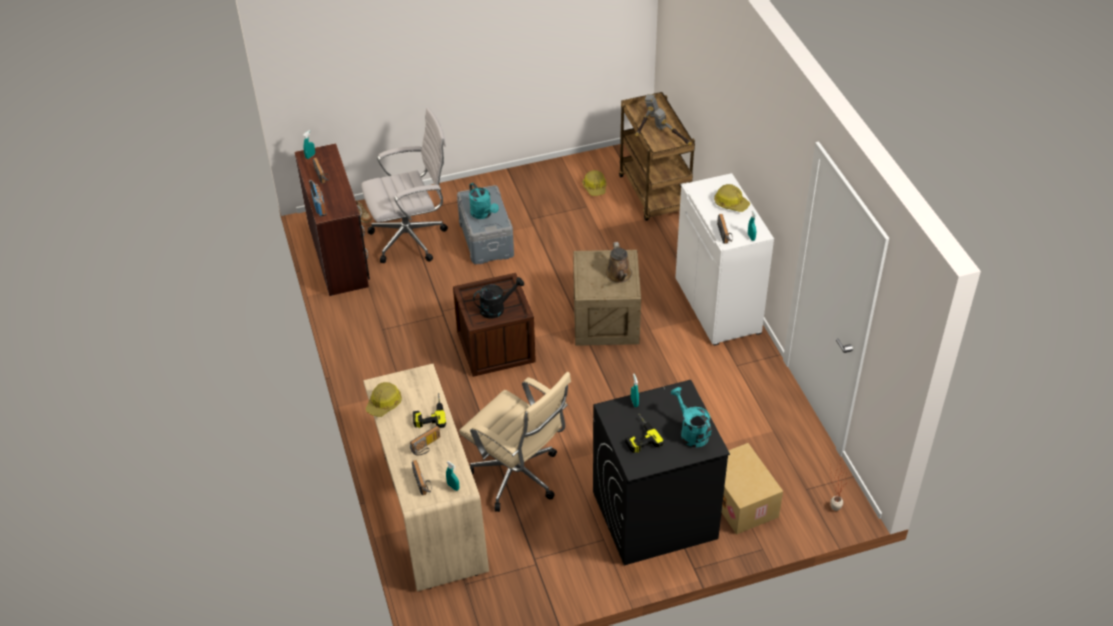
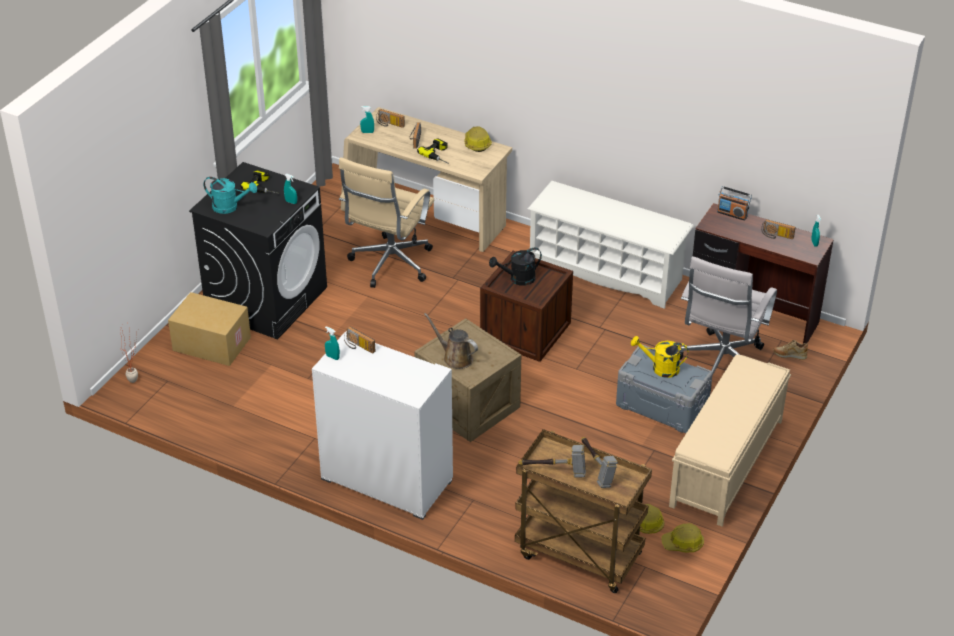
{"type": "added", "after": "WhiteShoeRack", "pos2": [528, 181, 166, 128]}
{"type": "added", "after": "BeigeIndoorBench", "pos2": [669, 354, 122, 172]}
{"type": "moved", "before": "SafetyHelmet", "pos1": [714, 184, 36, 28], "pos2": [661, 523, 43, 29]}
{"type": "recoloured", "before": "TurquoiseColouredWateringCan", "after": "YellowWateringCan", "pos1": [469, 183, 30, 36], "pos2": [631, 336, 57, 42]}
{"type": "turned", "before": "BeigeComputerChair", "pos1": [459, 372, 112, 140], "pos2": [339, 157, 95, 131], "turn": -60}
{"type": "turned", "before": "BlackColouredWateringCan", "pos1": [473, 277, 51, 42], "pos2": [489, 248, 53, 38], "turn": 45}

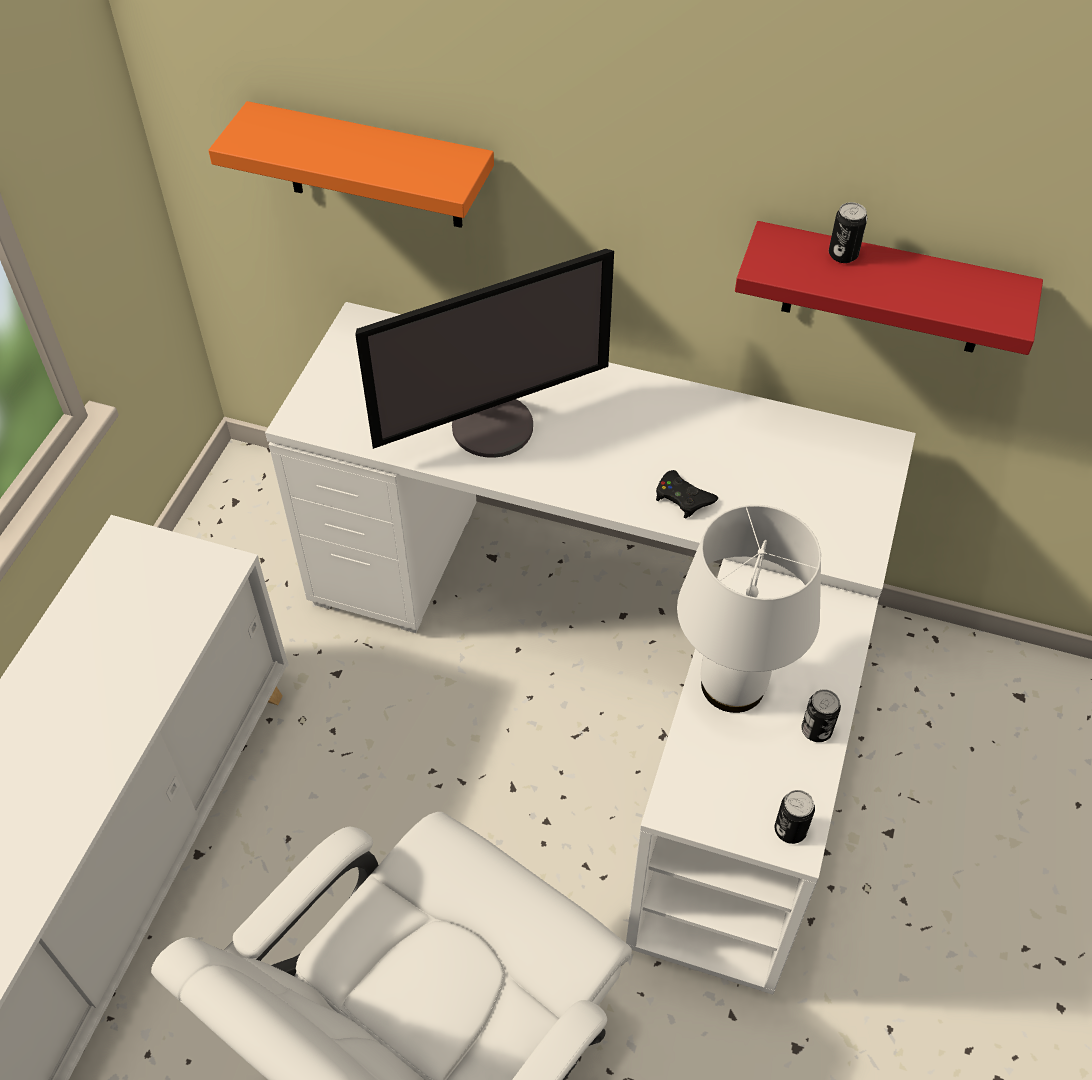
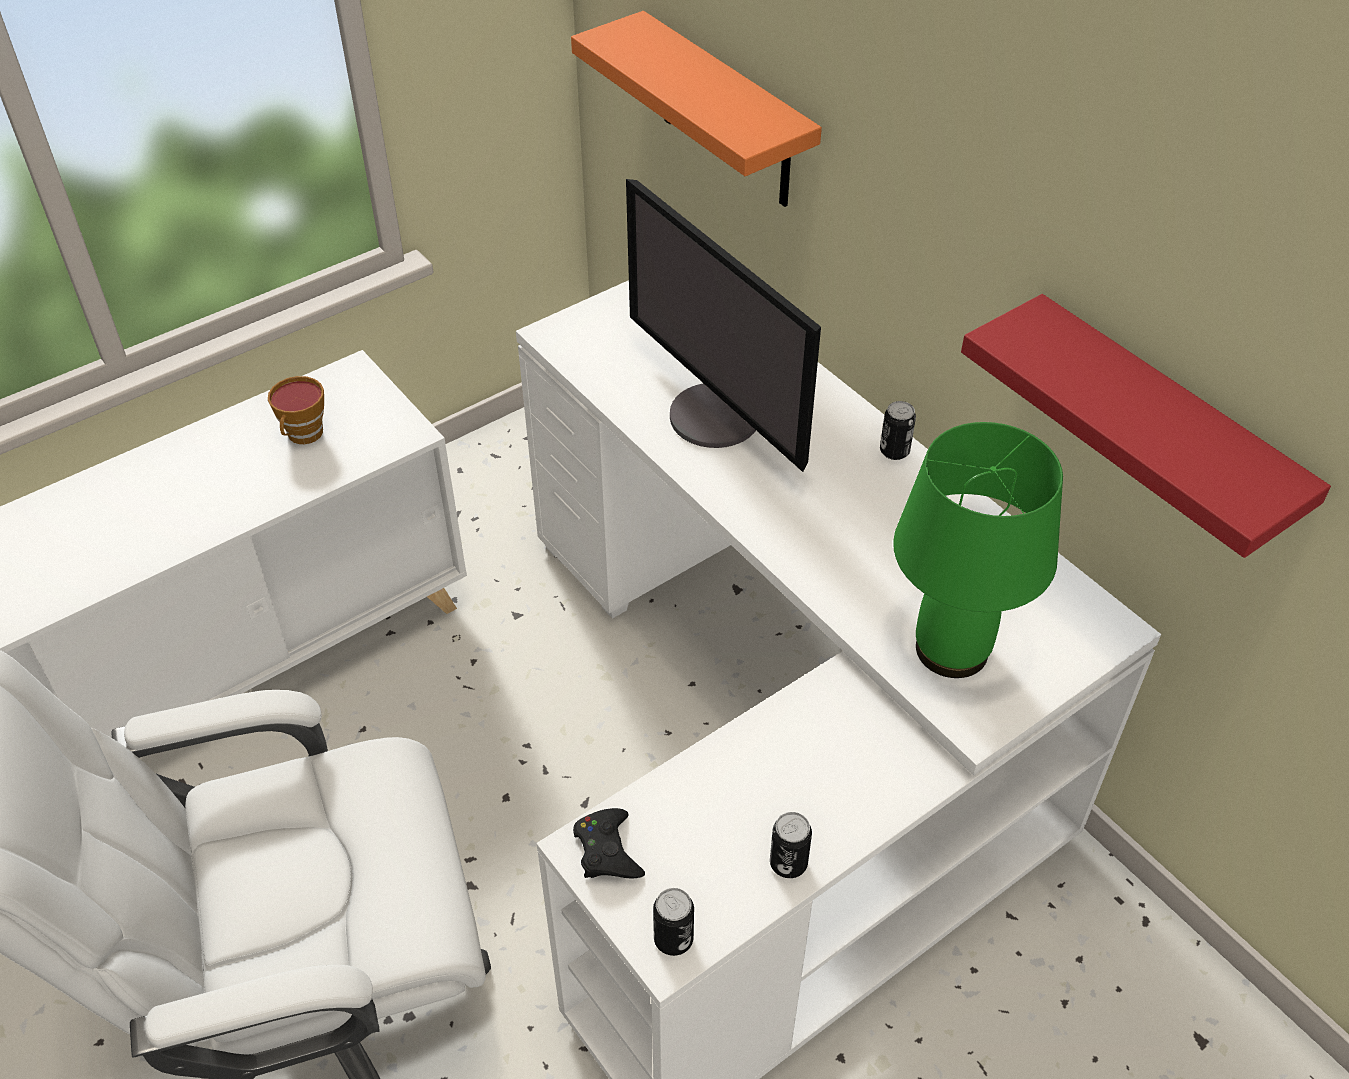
{"type": "removed", "before": "WhiteTableLamp", "pos1": [677, 505, 144, 208]}
{"type": "added", "after": "DrinkingCup", "pos2": [268, 376, 56, 68]}
{"type": "added", "after": "GreenTableLamp", "pos2": [893, 422, 170, 256]}
{"type": "moved", "before": "BlackColouredGamepad", "pos1": [656, 470, 62, 49], "pos2": [573, 808, 72, 70]}
{"type": "moved", "before": "Can", "pos1": [829, 202, 38, 61], "pos2": [880, 401, 36, 59]}
{"type": "turned", "before": "Monitor", "pos1": [355, 249, 259, 209], "pos2": [626, 179, 195, 293], "turn": 45}

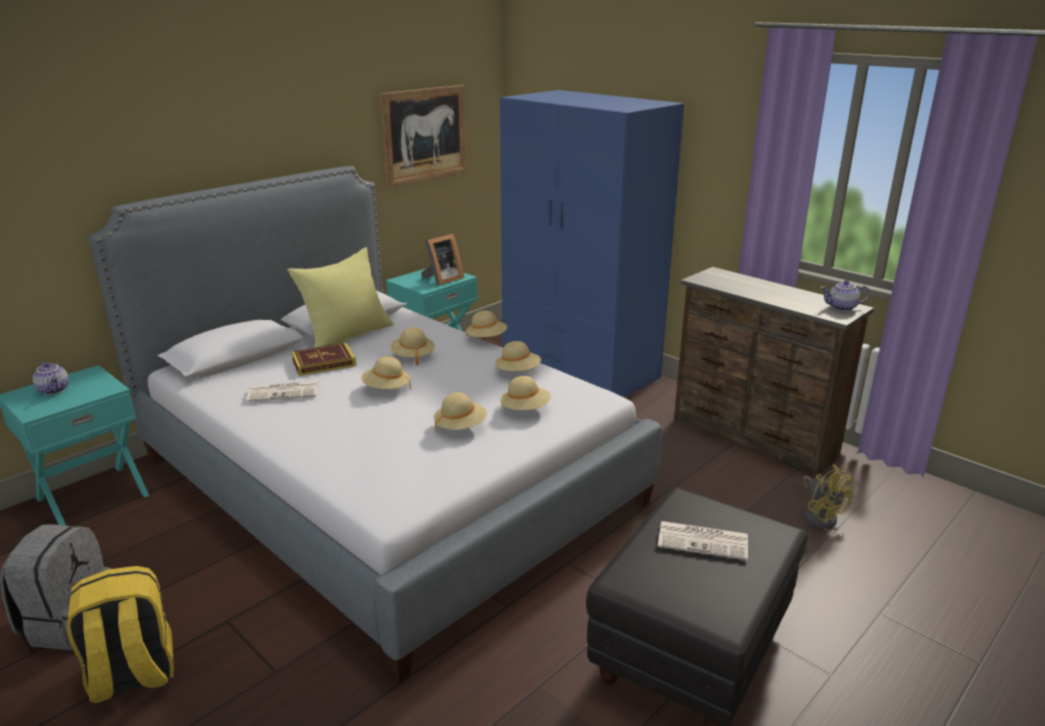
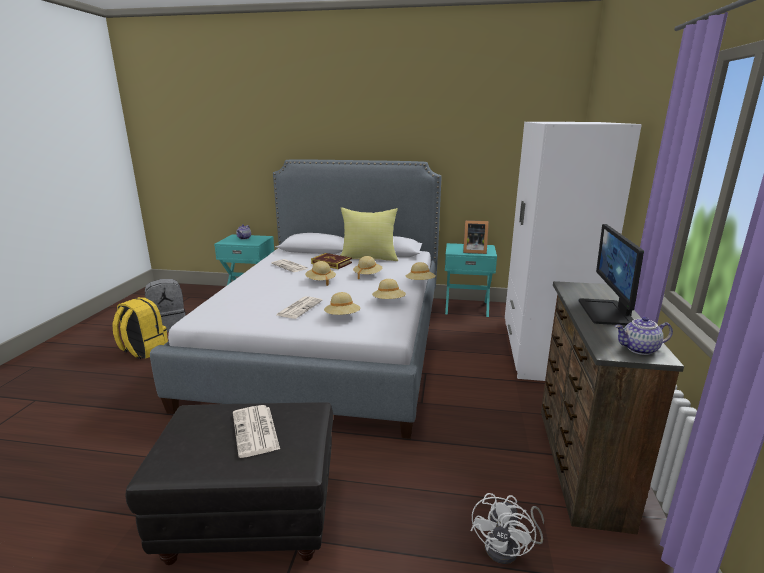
{"type": "removed", "before": "WallPicture", "pos1": [380, 85, 87, 103]}
{"type": "added", "after": "Monitor", "pos2": [579, 224, 65, 101]}
{"type": "replaced", "before": "BeigeWearableHat", "after": "DailyPaper", "pos1": [434, 392, 53, 40], "pos2": [276, 296, 46, 23]}
{"type": "recoloured", "before": "BluishArmoire", "after": "WhiteArmoire", "pos1": [500, 90, 184, 307], "pos2": [505, 122, 137, 259]}
{"type": "recoloured", "before": "YellowElectricFan", "after": "WhiteElectricFan", "pos1": [803, 464, 53, 64], "pos2": [471, 493, 73, 71]}
{"type": "turned", "before": "PotForTea", "pos1": [821, 280, 49, 31], "pos2": [615, 317, 58, 38], "turn": -60}

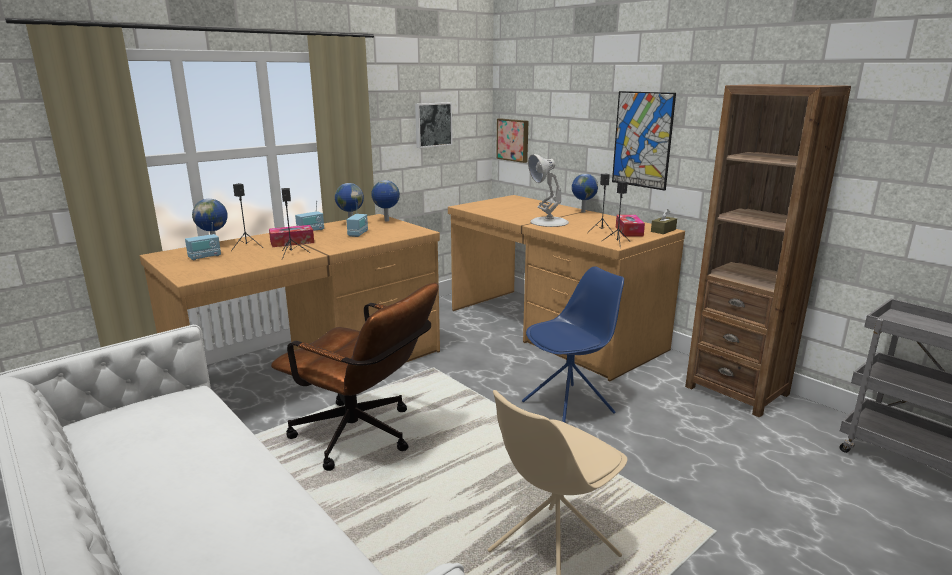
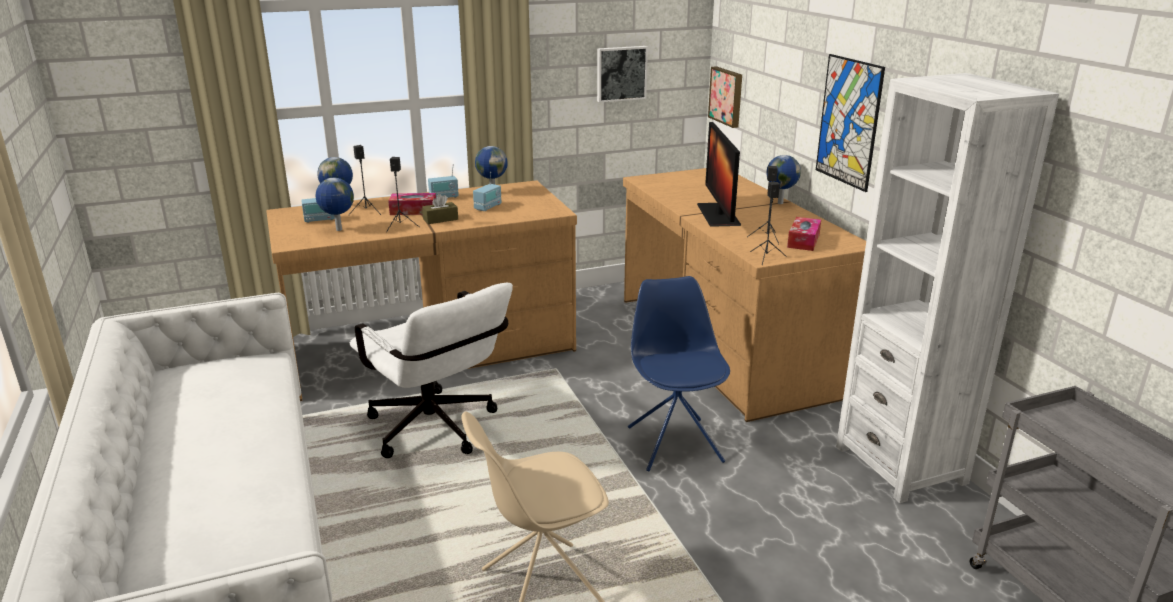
{"type": "moved", "before": "WorldGlobe", "pos1": [371, 180, 29, 41], "pos2": [316, 178, 38, 53]}
{"type": "moved", "before": "BrownishBoxOfTissues", "pos1": [651, 209, 26, 25], "pos2": [422, 194, 36, 30]}
{"type": "replaced", "before": "WhiteTableLamp", "after": "Monitor", "pos1": [528, 154, 41, 73], "pos2": [697, 122, 44, 105]}
{"type": "recoloured", "before": "BrownishComputerChair", "after": "WhiteComputerChair", "pos1": [271, 283, 167, 188], "pos2": [350, 282, 163, 176]}
{"type": "recoloured", "before": "BrownishBookshelf", "after": "WhiteBookshelf", "pos1": [685, 84, 166, 334], "pos2": [836, 73, 223, 430]}
{"type": "turned", "before": "BluishUprightChair", "pos1": [522, 266, 102, 157], "pos2": [628, 276, 102, 195], "turn": -90}

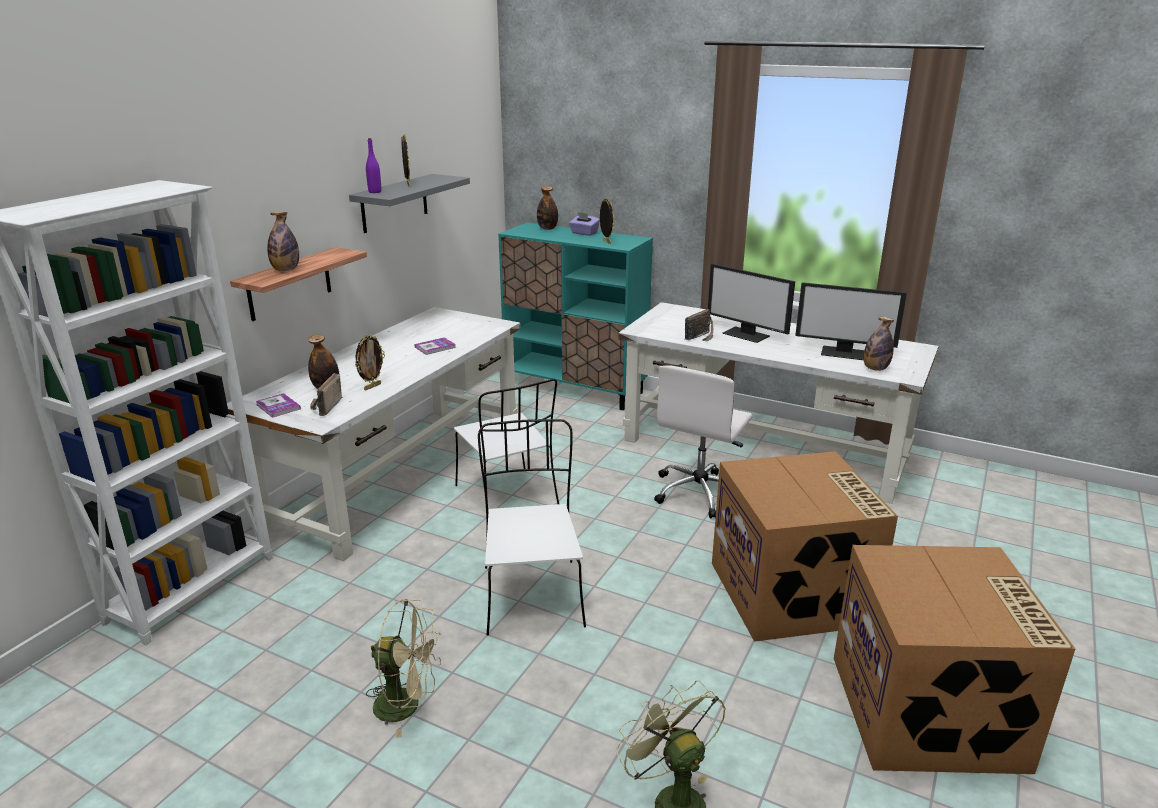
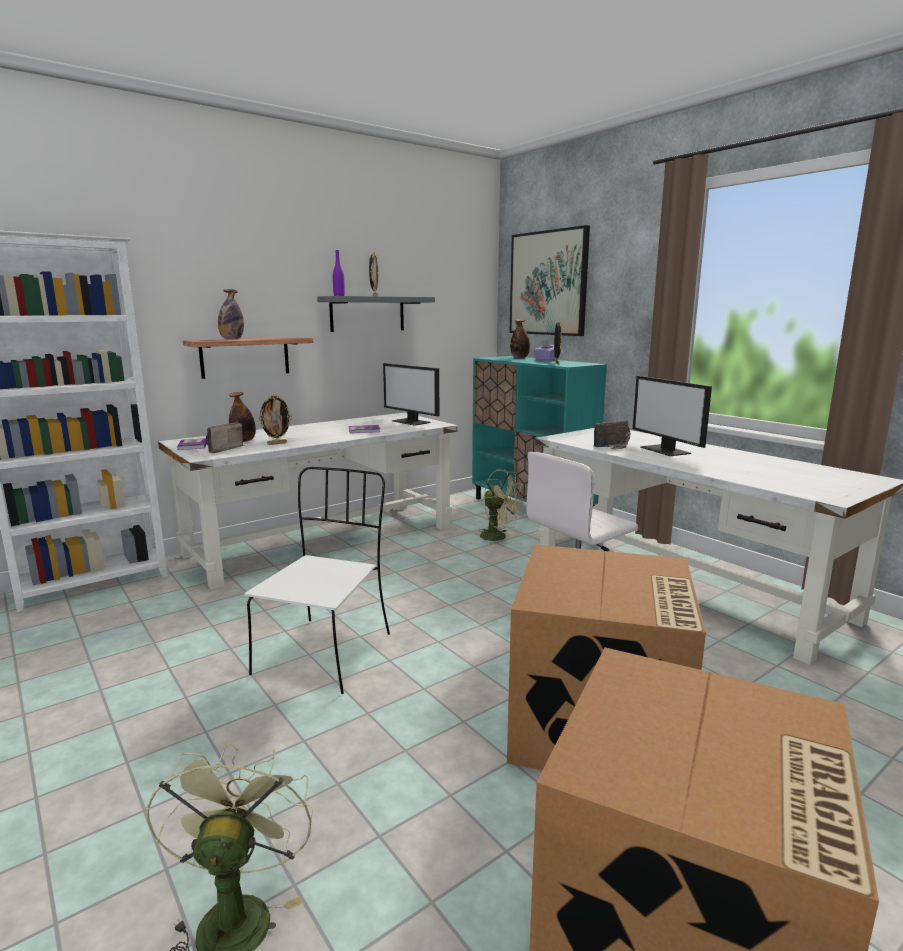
{"type": "removed", "before": "WhiteUprightChair", "pos1": [454, 379, 105, 125]}
{"type": "removed", "before": "BeverageBottle", "pos1": [863, 317, 31, 54]}
{"type": "added", "after": "WallPicture", "pos2": [510, 225, 80, 111]}
{"type": "moved", "before": "BeigeElectricFan", "pos1": [366, 599, 75, 139], "pos2": [478, 469, 47, 76]}
{"type": "moved", "before": "Monitor", "pos1": [795, 282, 112, 78], "pos2": [383, 363, 56, 63]}

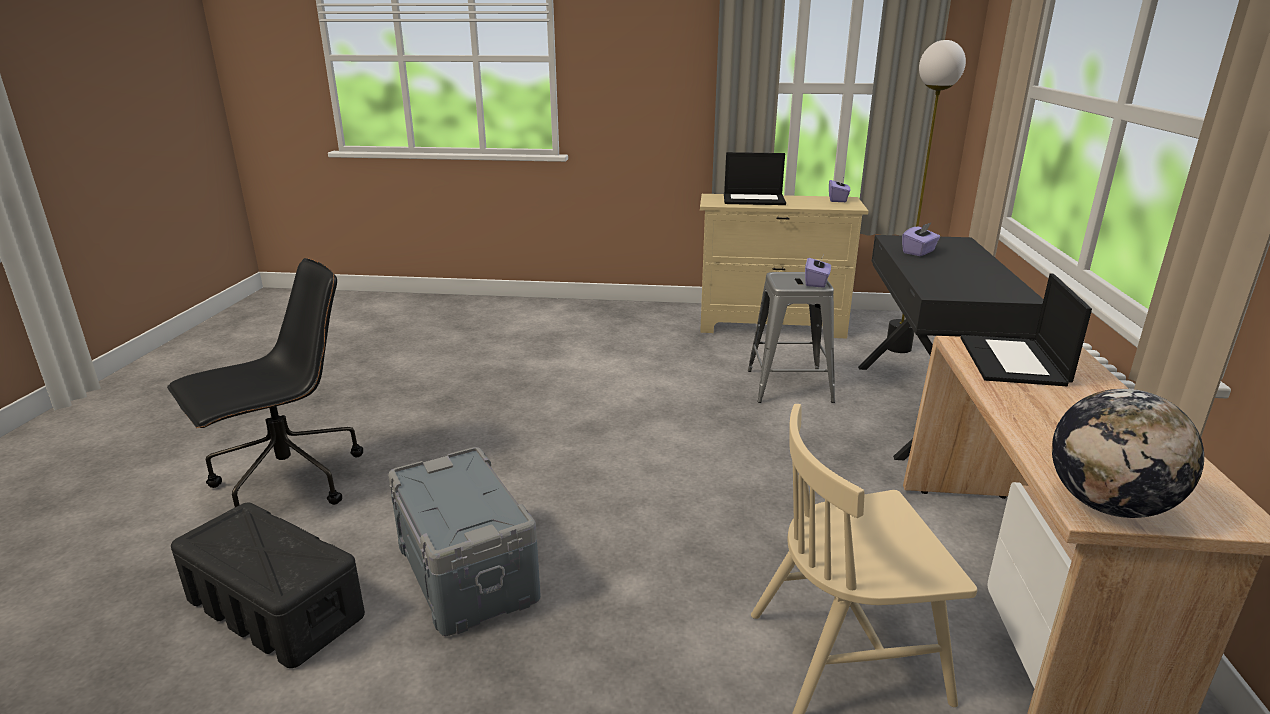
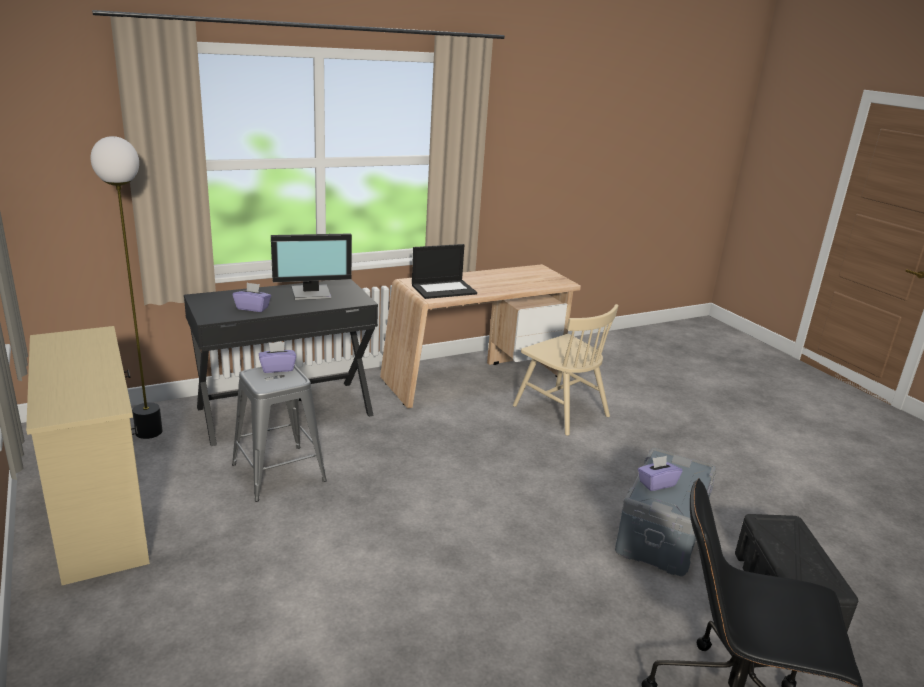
{"type": "removed", "before": "Laptop", "pos1": [724, 152, 62, 53]}
{"type": "removed", "before": "WorldGlobe", "pos1": [1052, 389, 152, 129]}
{"type": "added", "after": "Monitor", "pos2": [271, 233, 81, 67]}
{"type": "moved", "before": "PurplishBoxOfTissues", "pos1": [829, 176, 22, 26], "pos2": [638, 456, 44, 35]}

